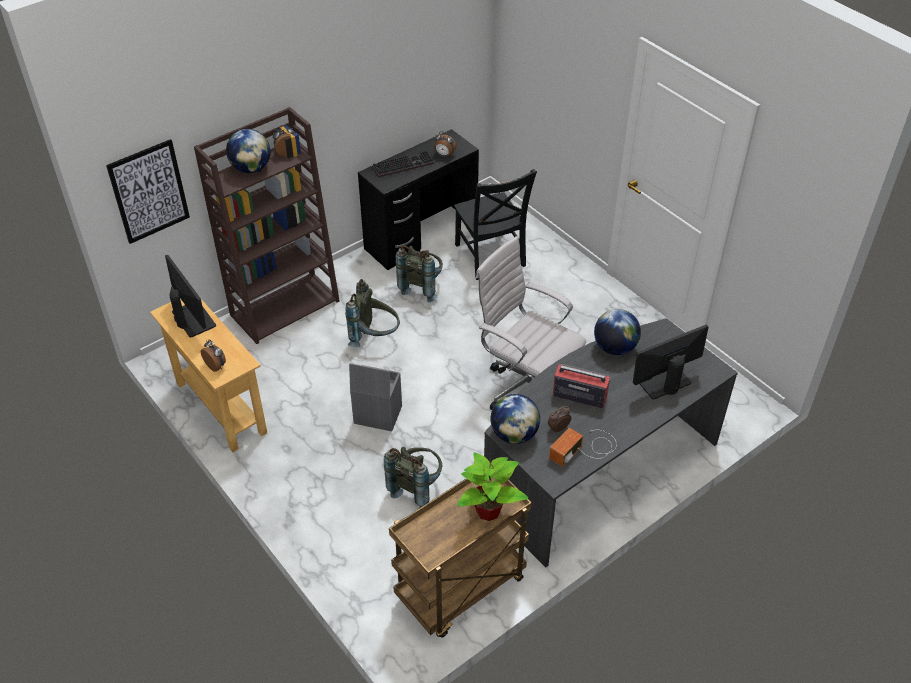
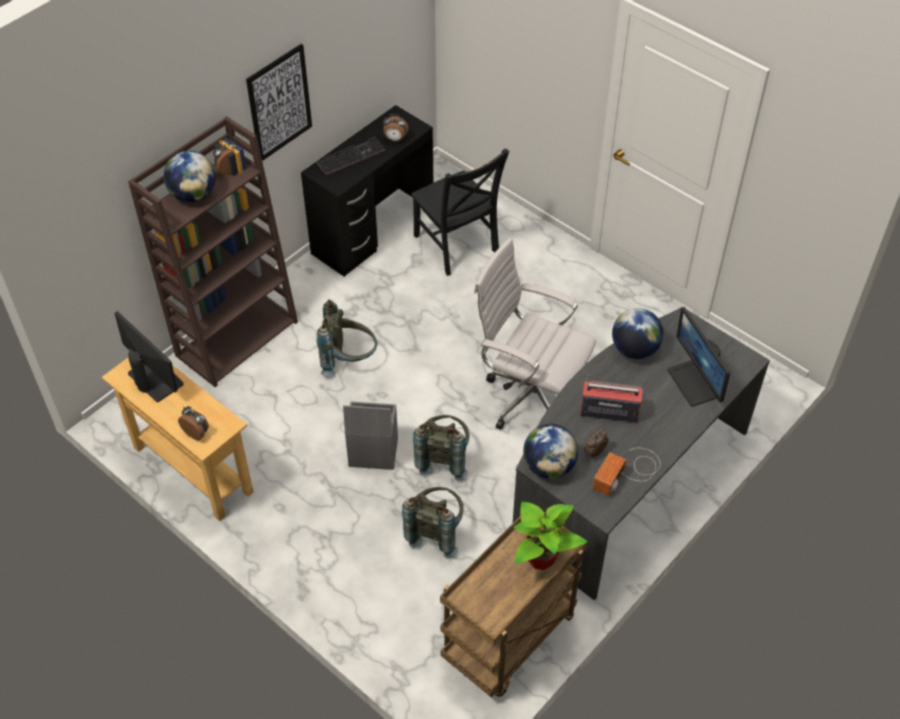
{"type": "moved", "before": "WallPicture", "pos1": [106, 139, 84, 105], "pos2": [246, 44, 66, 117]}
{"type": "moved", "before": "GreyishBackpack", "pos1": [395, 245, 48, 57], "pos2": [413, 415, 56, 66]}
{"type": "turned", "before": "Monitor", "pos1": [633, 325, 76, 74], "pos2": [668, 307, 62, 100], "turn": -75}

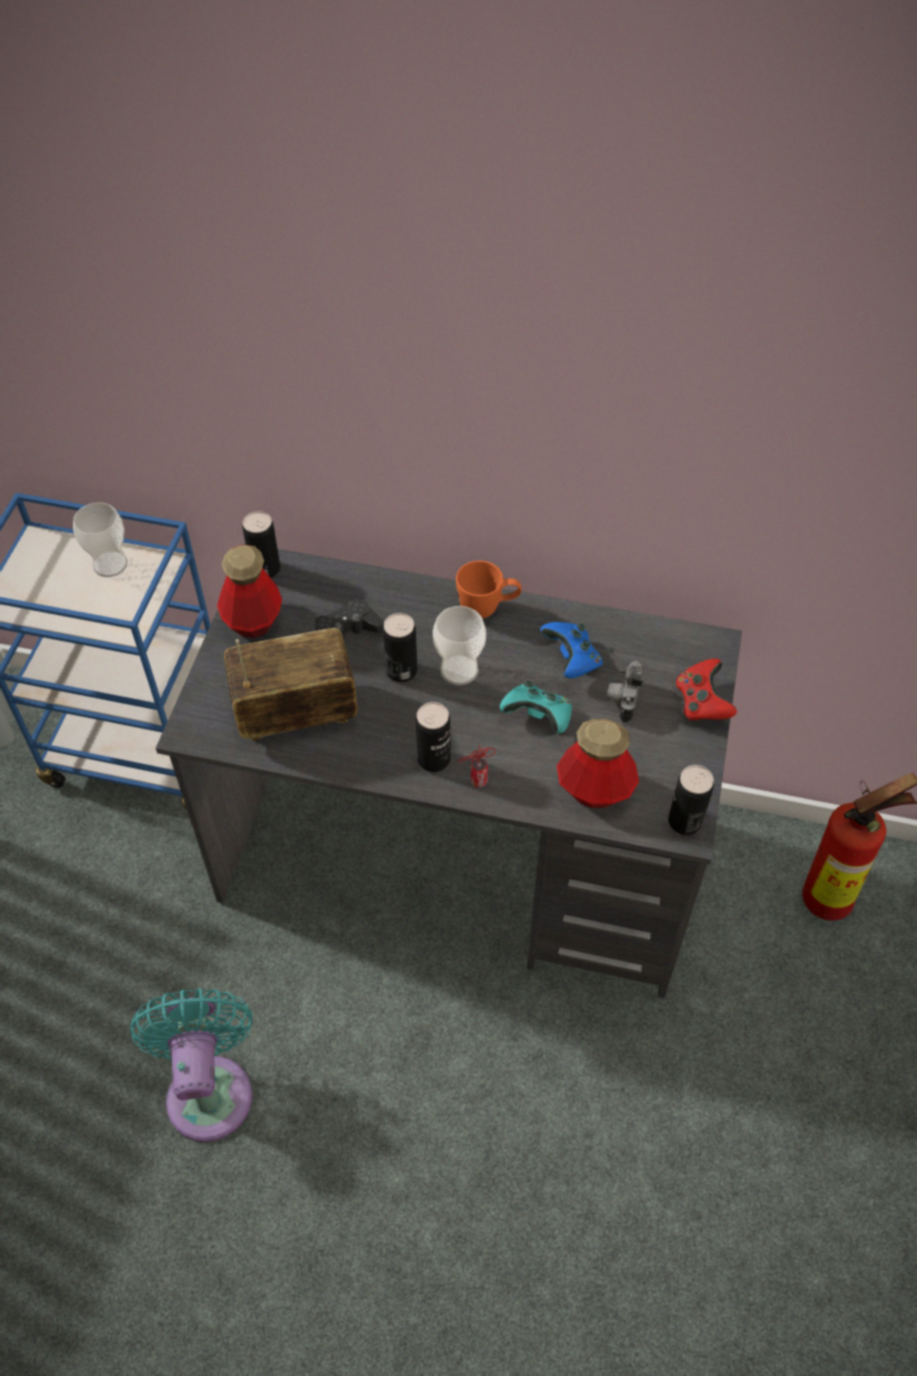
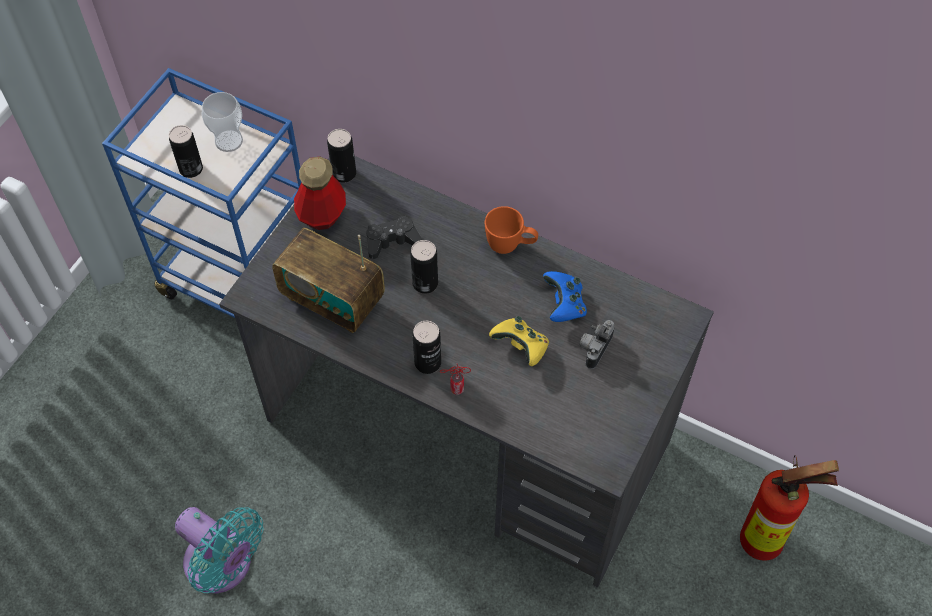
{"type": "removed", "before": "DrinkingCup", "pos1": [433, 606, 53, 79]}
{"type": "removed", "before": "BeverageBottle", "pos1": [557, 719, 82, 89]}
{"type": "removed", "before": "ReddishGamepad", "pos1": [676, 659, 61, 62]}
{"type": "moved", "before": "Can", "pos1": [668, 765, 46, 70], "pos2": [169, 125, 34, 53]}
{"type": "recoloured", "before": "TurquoiseColouredGamepad", "after": "YellowGamepad", "pos1": [500, 681, 72, 52], "pos2": [489, 316, 60, 50]}
{"type": "turned", "before": "TurquoiseColouredElectricFan", "pos1": [130, 988, 123, 154], "pos2": [175, 507, 89, 86], "turn": 120}
{"type": "turned", "before": "RadioReceiver", "pos1": [224, 628, 134, 113], "pos2": [272, 228, 113, 105], "turn": -150}

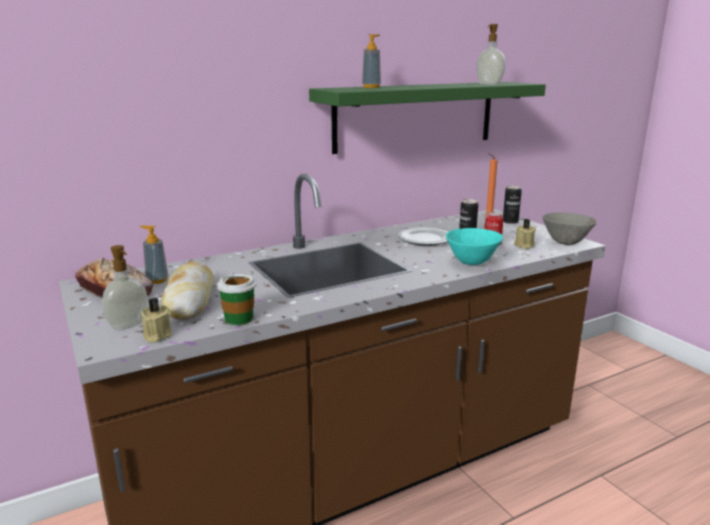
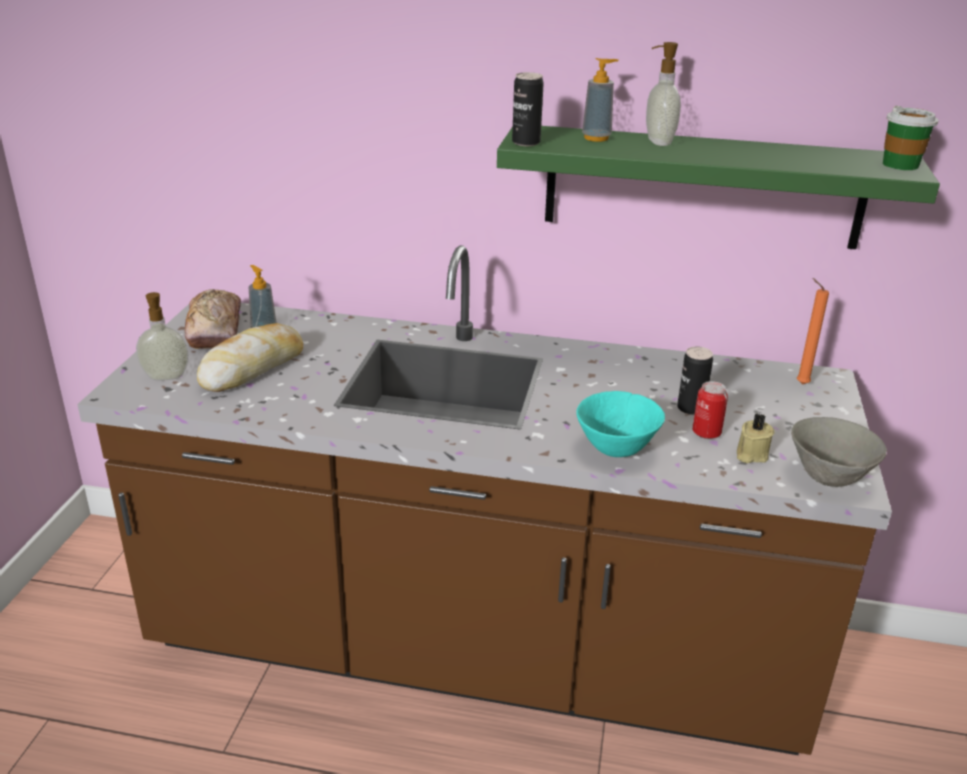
{"type": "removed", "before": "BeigeWaxLight", "pos1": [141, 298, 31, 45]}
{"type": "removed", "before": "DinnerPlate", "pos1": [398, 227, 50, 19]}
{"type": "moved", "before": "DrinkingCup", "pos1": [217, 274, 40, 51], "pos2": [883, 106, 56, 64]}
{"type": "moved", "before": "SoapBottle", "pos1": [476, 24, 29, 61], "pos2": [646, 42, 35, 104]}
{"type": "moved", "before": "Can", "pos1": [503, 185, 19, 39], "pos2": [512, 72, 32, 74]}

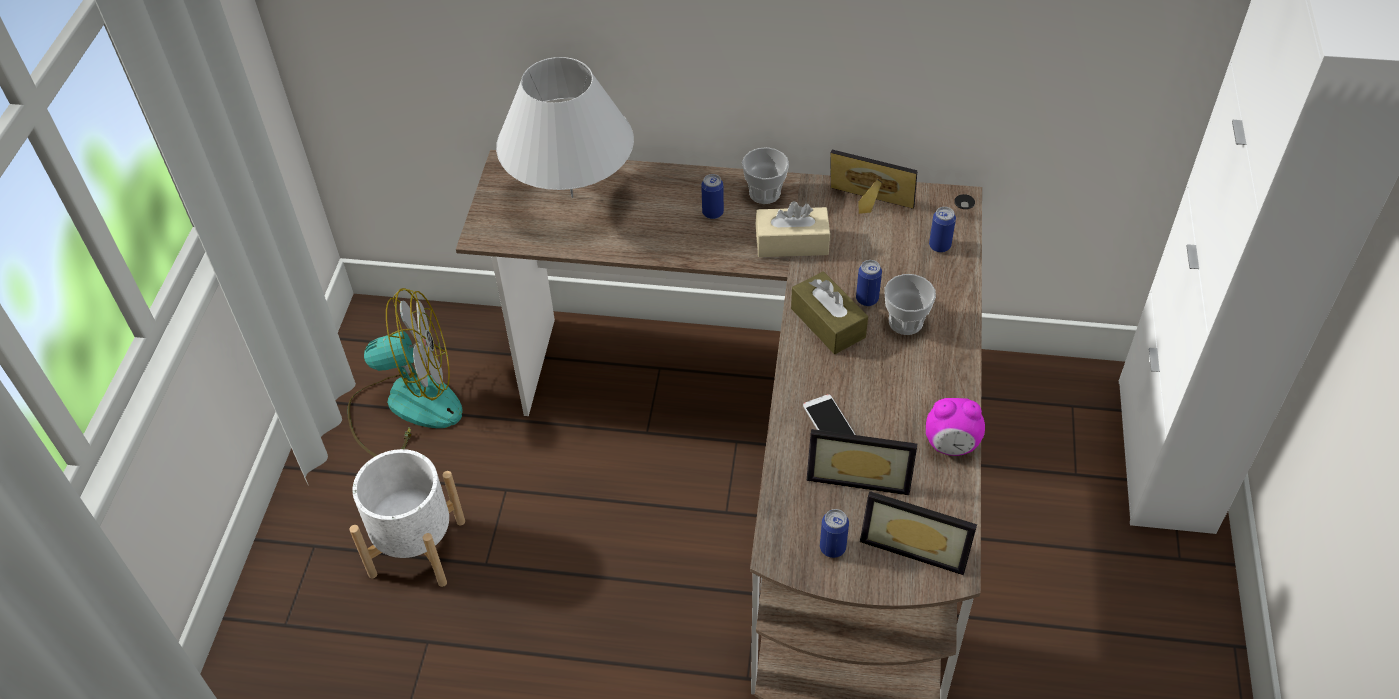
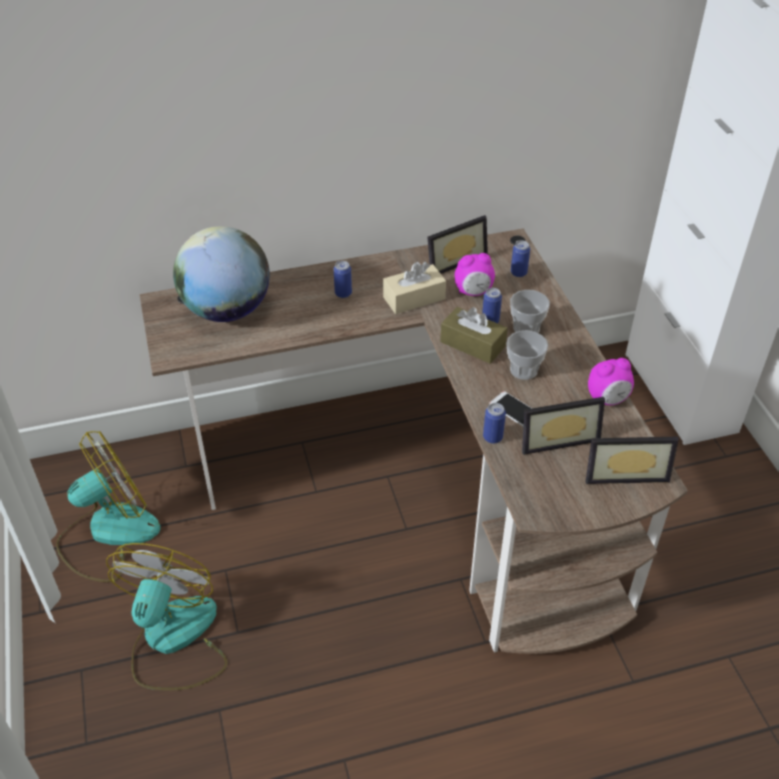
{"type": "added", "after": "AlarmClock", "pos2": [455, 253, 40, 43]}
{"type": "moved", "before": "DrinkingCup", "pos1": [742, 147, 47, 57], "pos2": [506, 330, 42, 50]}
{"type": "moved", "before": "Can", "pos1": [820, 509, 29, 49], "pos2": [483, 403, 23, 41]}
{"type": "replaced", "before": "WhiteFlowerPot", "after": "ElectricFan", "pos1": [349, 449, 116, 138], "pos2": [106, 543, 121, 148]}
{"type": "replaced", "before": "WhiteTableLamp", "after": "WorldGlobe", "pos1": [496, 57, 138, 141], "pos2": [173, 226, 97, 96]}
{"type": "turned", "before": "PictureFrame", "pos1": [830, 150, 87, 64], "pos2": [428, 215, 60, 59], "turn": 150}

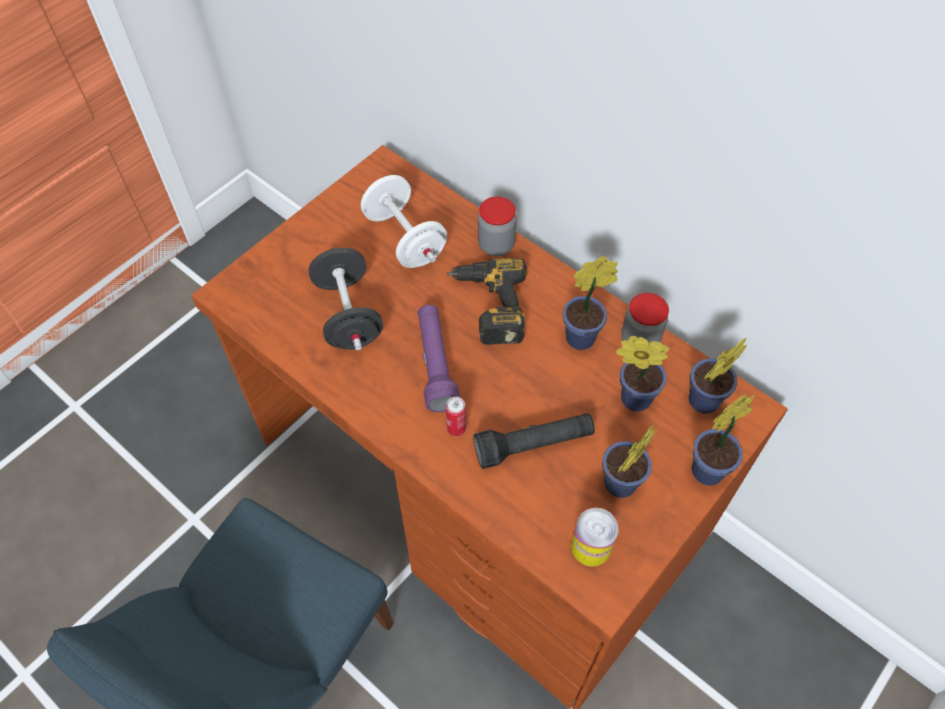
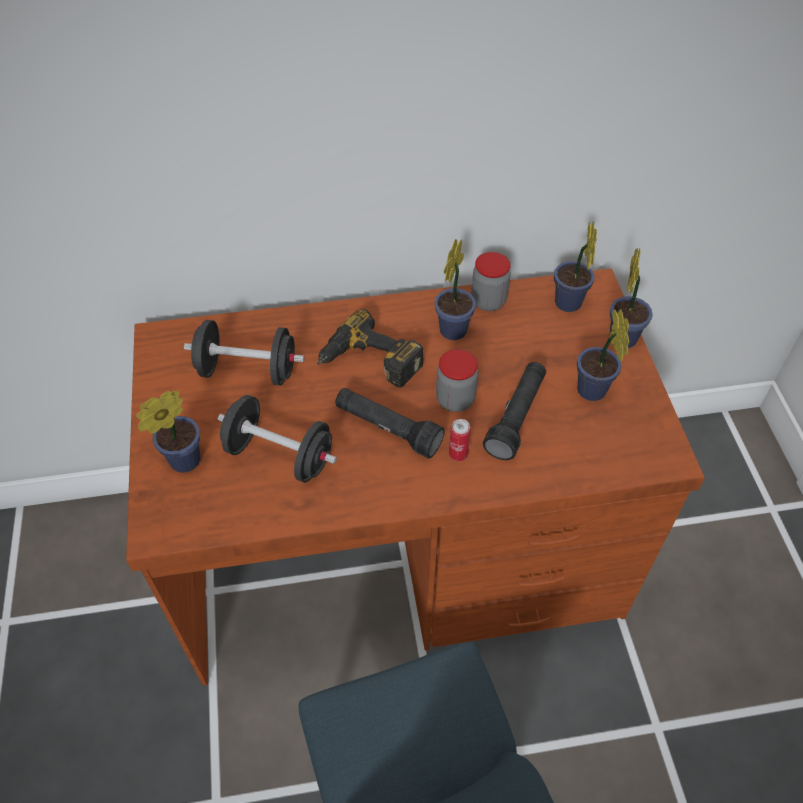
{"type": "removed", "before": "Can", "pos1": [571, 508, 48, 59]}
{"type": "moved", "before": "Jar", "pos1": [478, 196, 39, 60], "pos2": [436, 349, 42, 63]}
{"type": "moved", "before": "PottedPlant", "pos1": [616, 336, 53, 76], "pos2": [136, 391, 64, 82]}
{"type": "recoloured", "before": "WhiteDumbbell", "after": "BlackColouredDumbbell", "pos1": [361, 175, 86, 93], "pos2": [184, 320, 120, 65]}
{"type": "recoloured", "before": "PurplishFlashlight", "after": "BlackColouredFlashlight", "pos1": [418, 305, 42, 107], "pos2": [335, 388, 110, 71]}

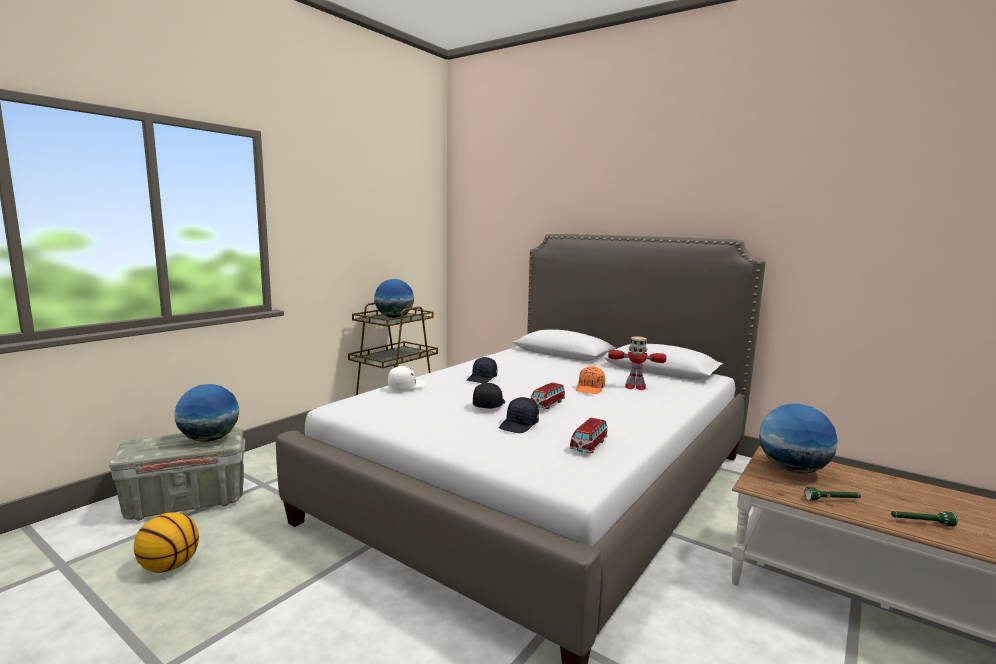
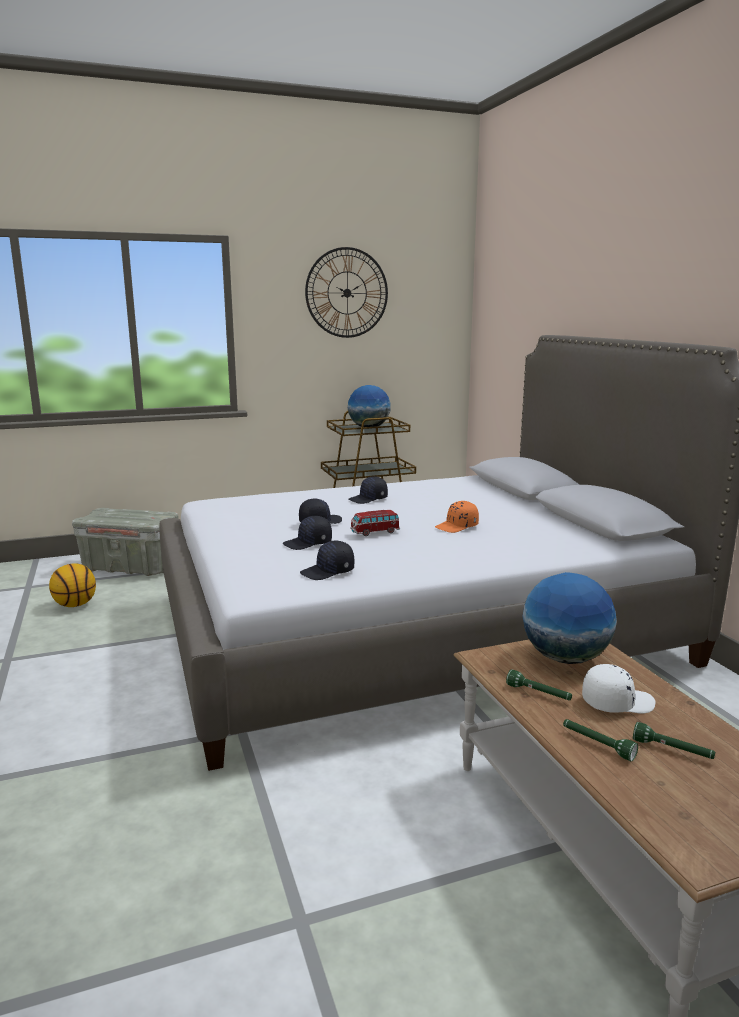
{"type": "removed", "before": "WorldGlobe", "pos1": [174, 384, 65, 58]}
{"type": "removed", "before": "ModelRobot", "pos1": [608, 336, 59, 54]}
{"type": "added", "after": "ClockOnTheWall", "pos2": [305, 247, 83, 91]}
{"type": "added", "after": "GreenFlashlight", "pos2": [633, 722, 82, 37]}
{"type": "moved", "before": "WhiteBaseballCap", "pos1": [388, 366, 38, 23], "pos2": [582, 664, 74, 50]}
{"type": "replaced", "before": "ToyCar", "after": "BlackColouredBaseballCap", "pos1": [570, 418, 38, 35], "pos2": [300, 541, 54, 39]}

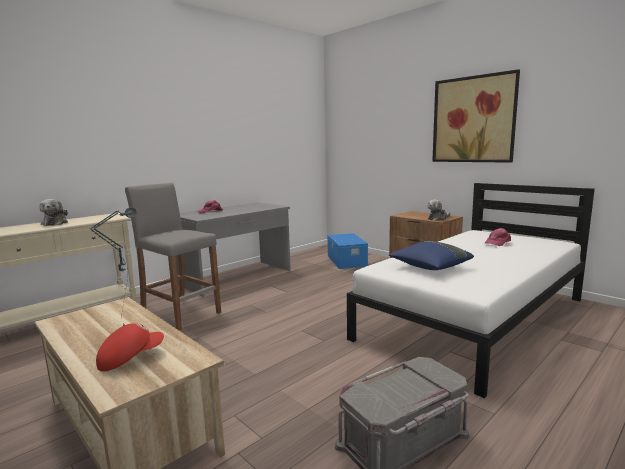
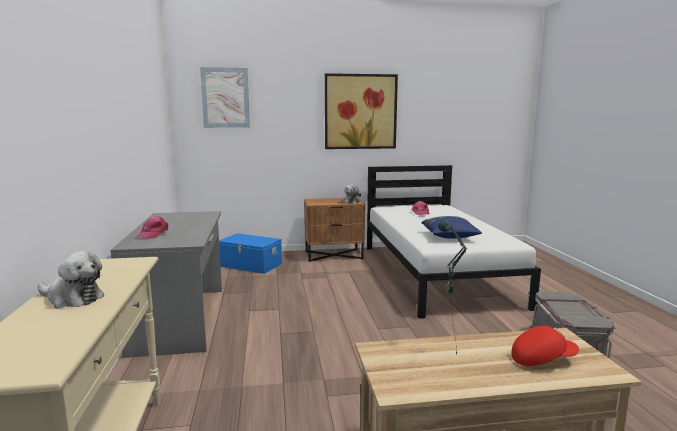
{"type": "removed", "before": "GreyishSittingStool", "pos1": [125, 183, 96, 148]}
{"type": "added", "after": "WallPicture", "pos2": [200, 67, 50, 61]}
{"type": "turned", "before": "ReddishBaseballCap", "pos1": [96, 323, 68, 49], "pos2": [511, 326, 68, 40], "turn": 90}

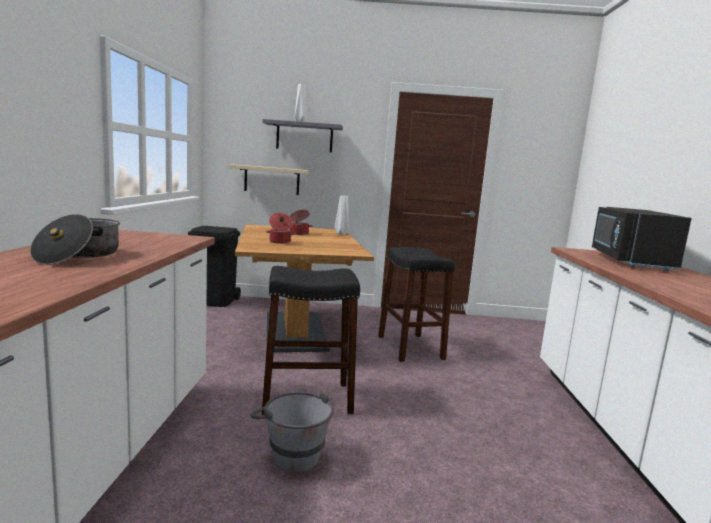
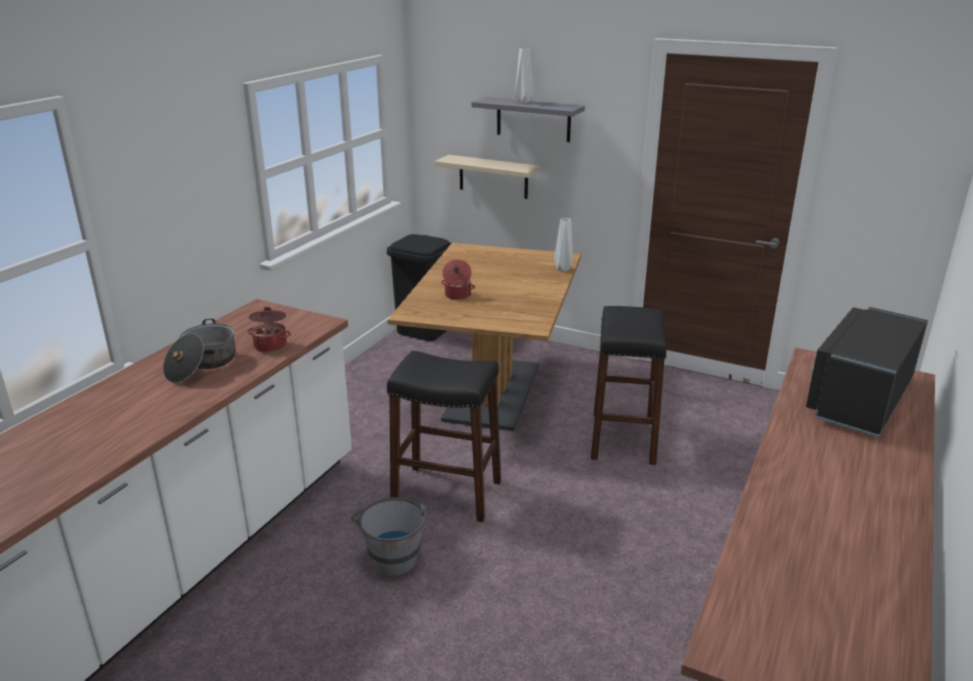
{"type": "moved", "before": "Saucepot", "pos1": [290, 209, 23, 26], "pos2": [247, 307, 44, 45]}

